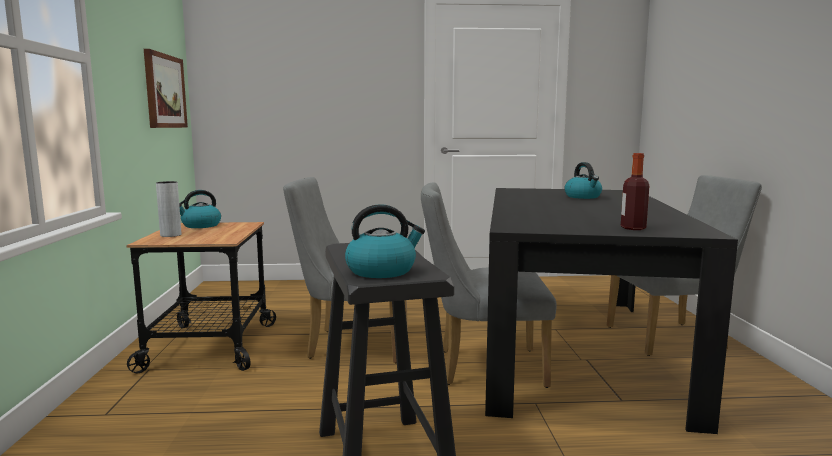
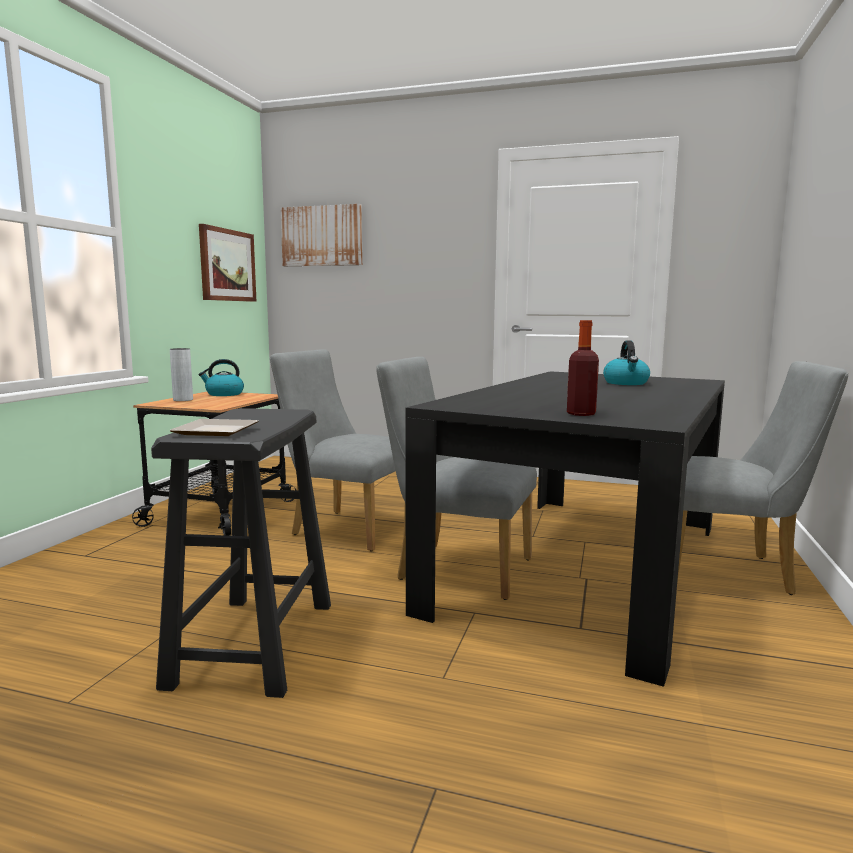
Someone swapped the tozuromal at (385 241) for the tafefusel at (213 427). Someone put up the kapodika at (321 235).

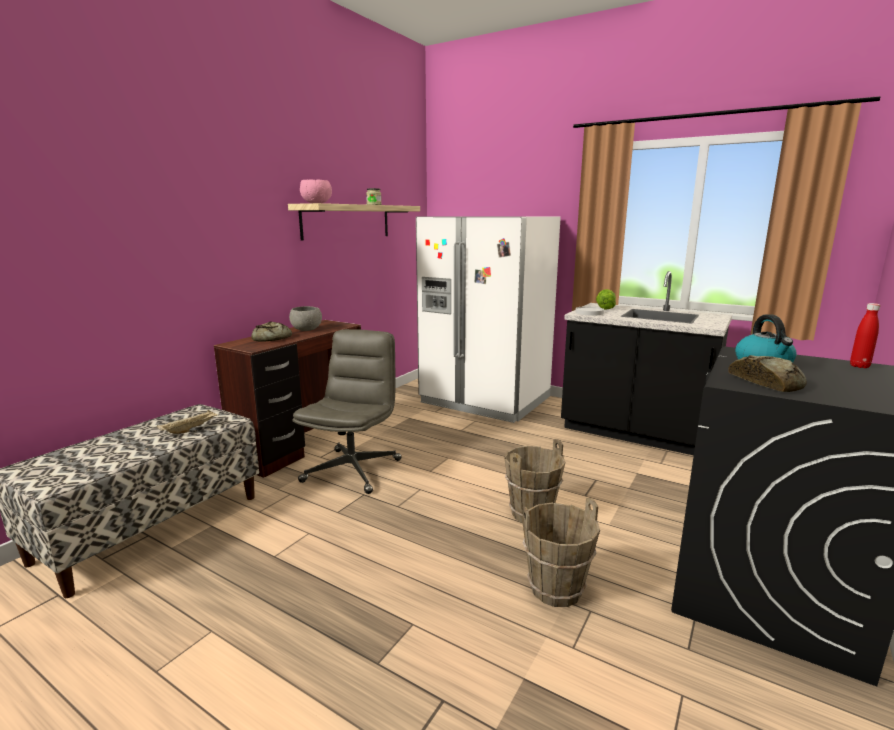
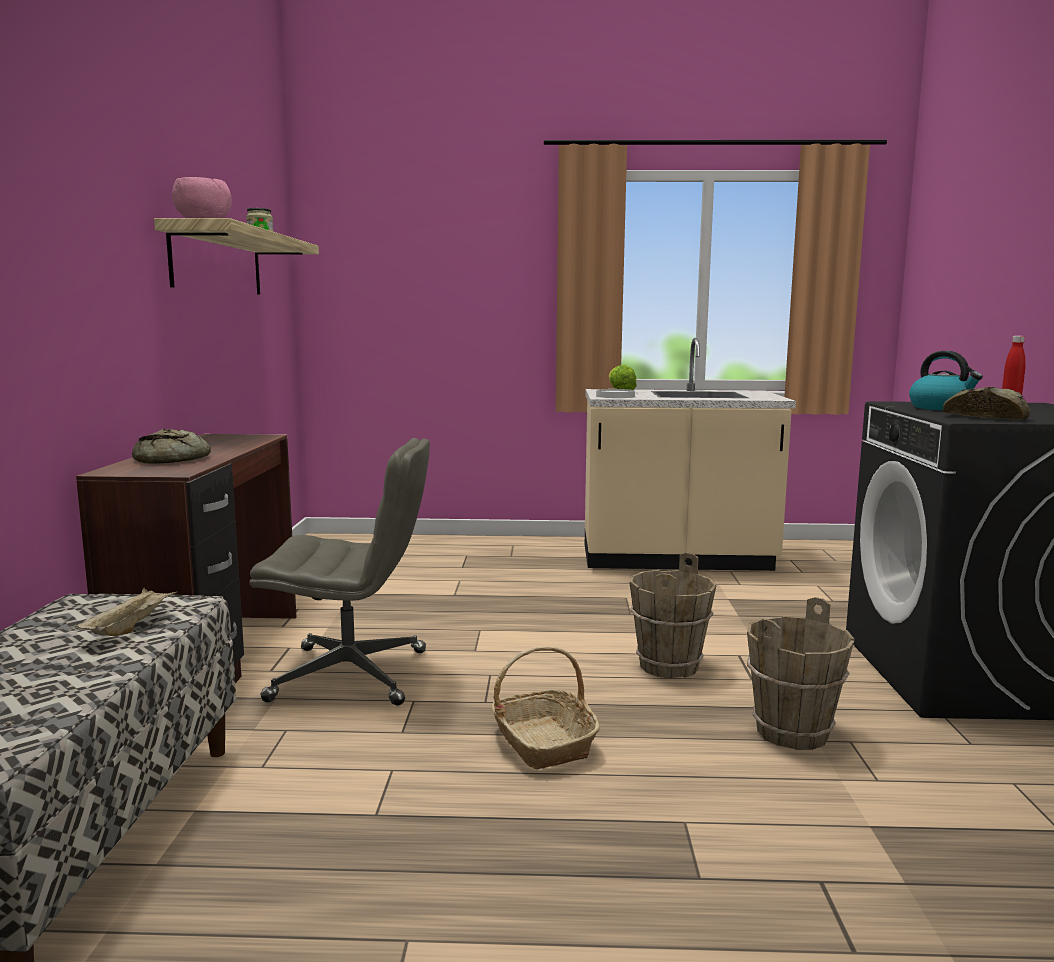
Someone rotated the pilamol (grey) at (346 411) by 105 degrees clockwise. Someone put down the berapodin at (545 708). Someone repainted the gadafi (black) at (646 363), which became the gadafi (beige) at (690 454). Someone took away the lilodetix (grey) at (305 318). Someone took away the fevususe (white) at (488 319).

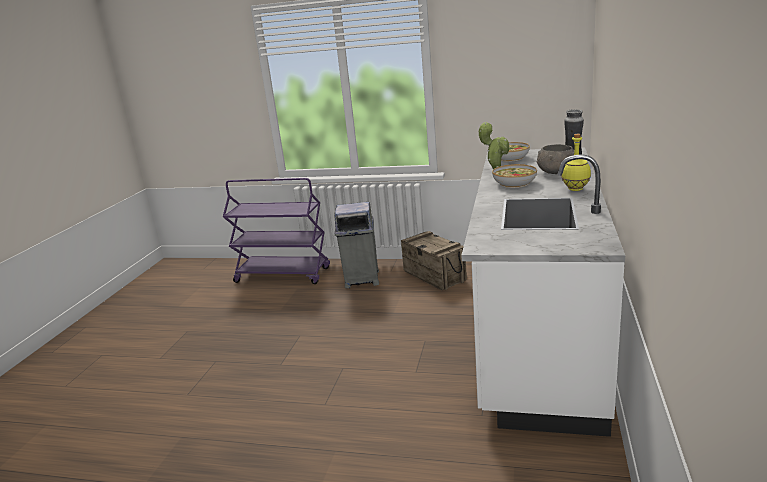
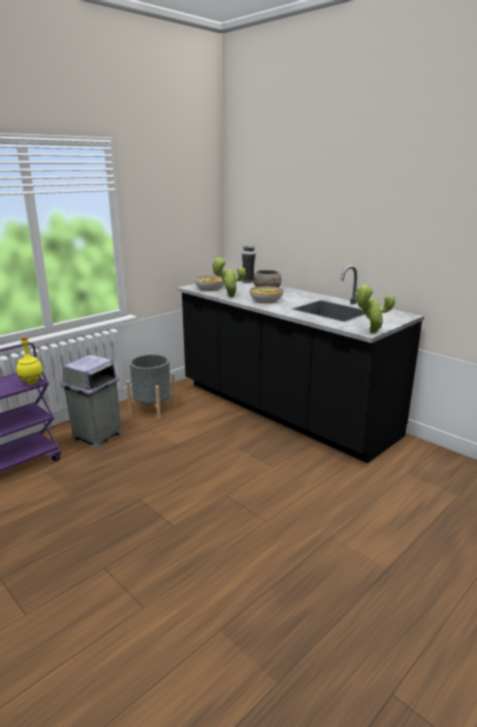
Someone carried the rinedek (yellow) from (576 162) to (29 360). Someone swapped the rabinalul at (434 260) for the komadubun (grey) at (151 387). Someone repainted the gadafi (white) at (543 292), which became the gadafi (black) at (300 364). Someone put down the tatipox at (375 309).

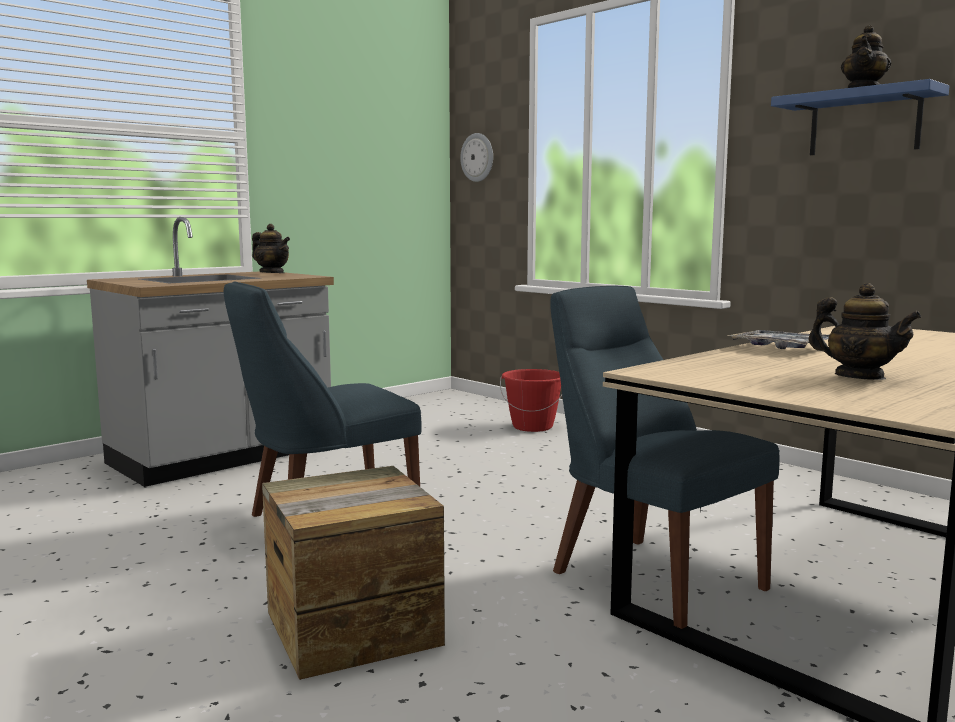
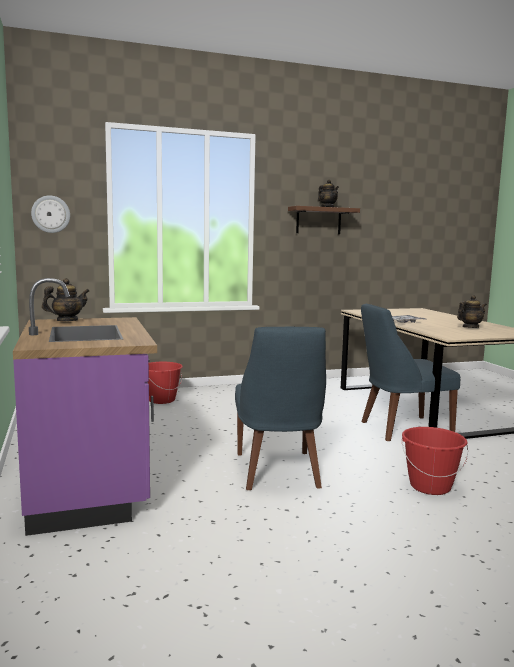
Someone repainted the gadafi (grey) at (210 352), which became the gadafi (purple) at (85 407). Someone repainted the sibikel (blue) at (860 117), which became the sibikel (brown) at (324 220). Someone swapped the rabinalul at (353 573) for the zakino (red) at (434 461).

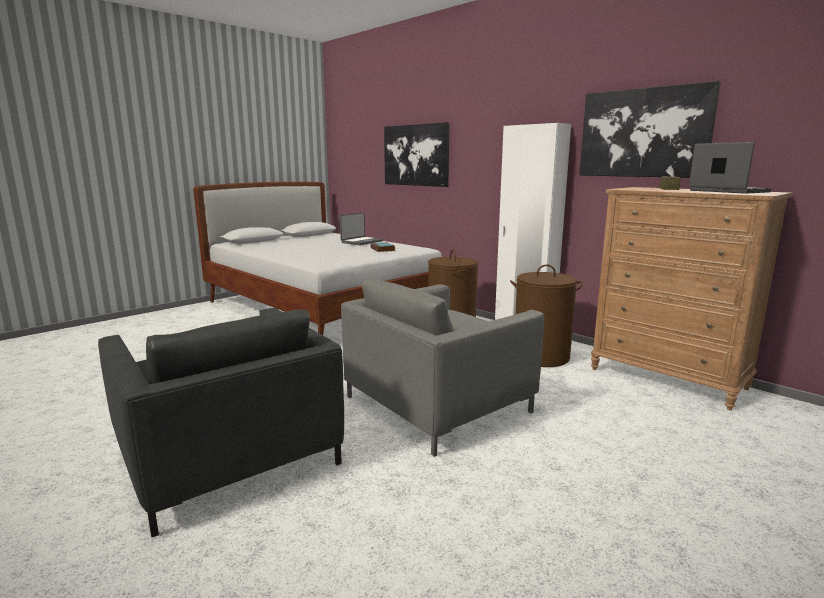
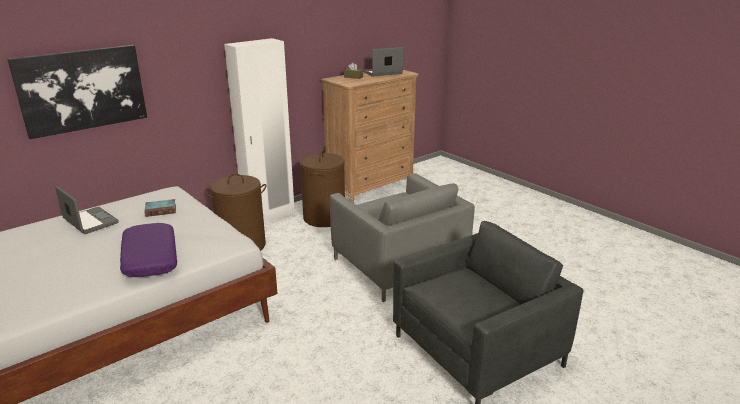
Someone put down the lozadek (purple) at (148 250). Someone took away the kapodika at (650 129).

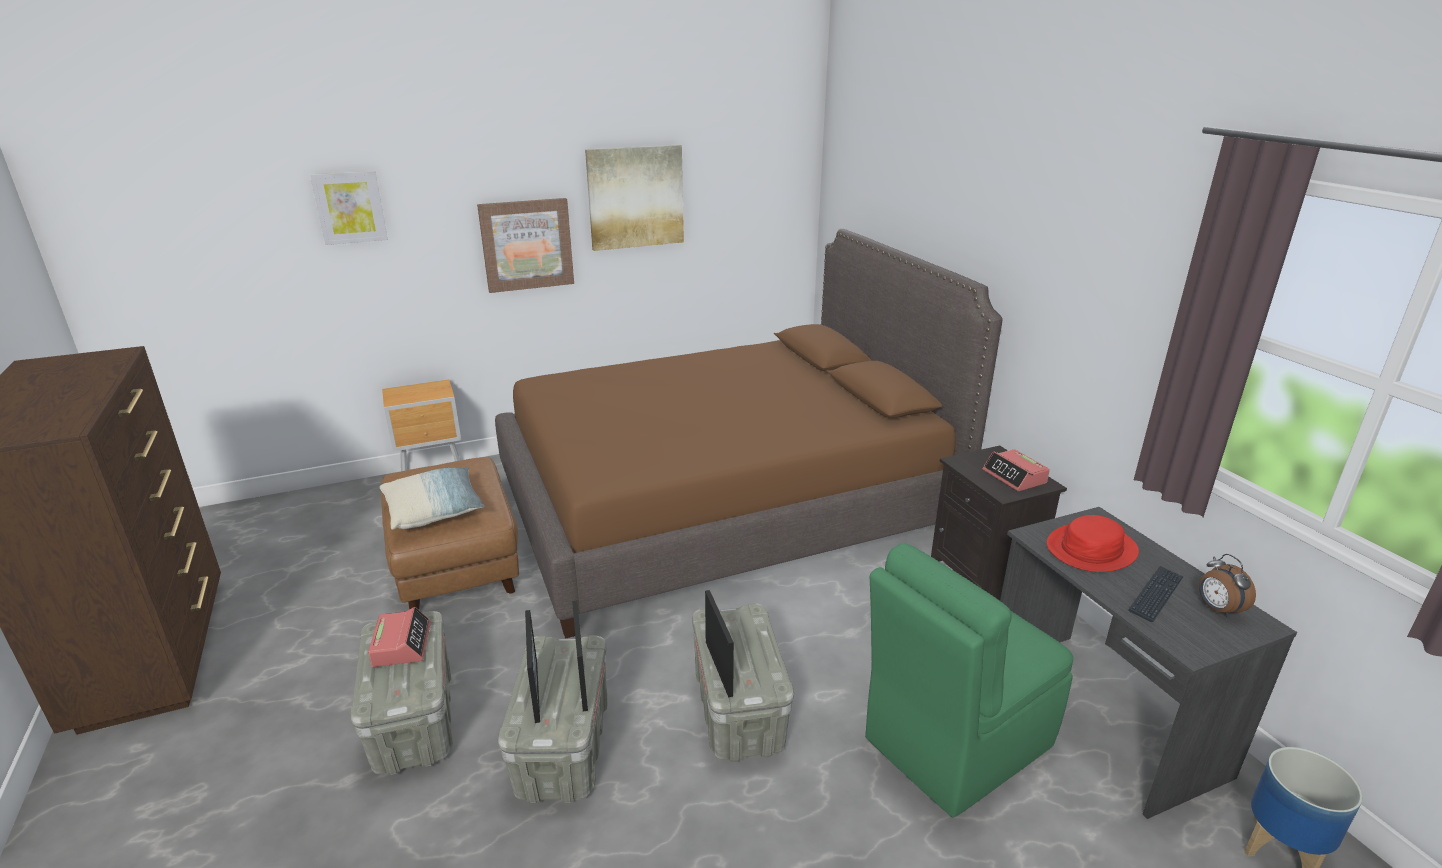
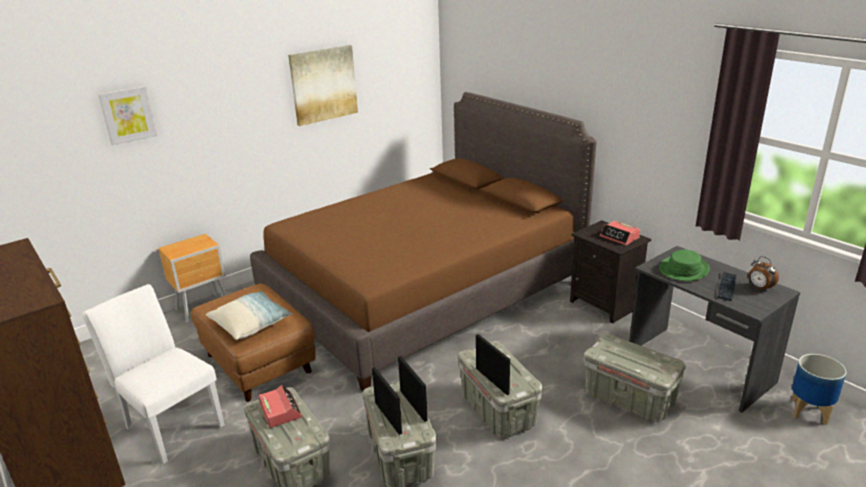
Someone put down the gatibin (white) at (153 374). Someone swapped the gatibin (green) at (969 680) for the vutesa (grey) at (635 378). Someone repainted the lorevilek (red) at (1093 543), which became the lorevilek (green) at (684 265). Someone took away the kapodika at (525 245).

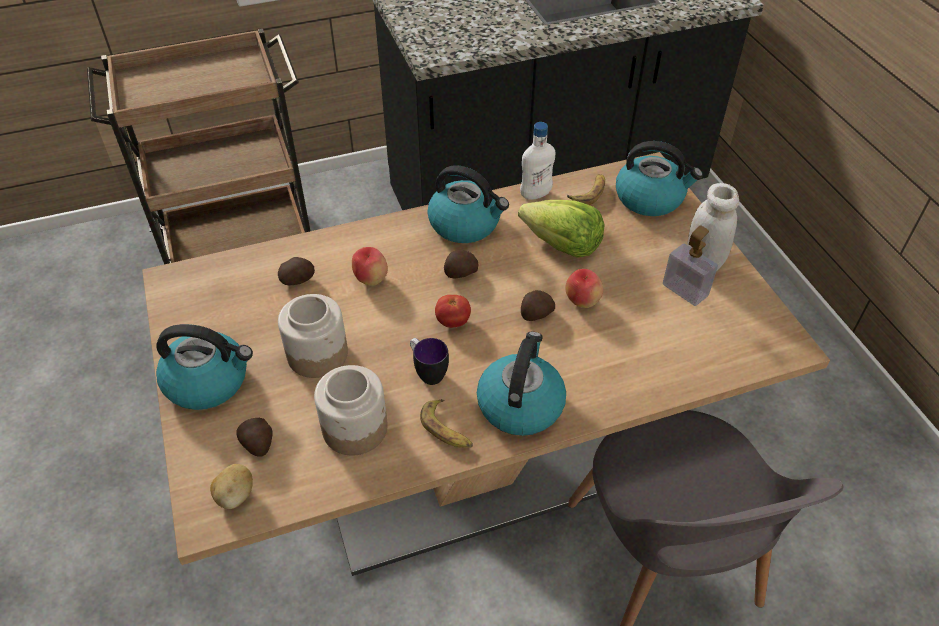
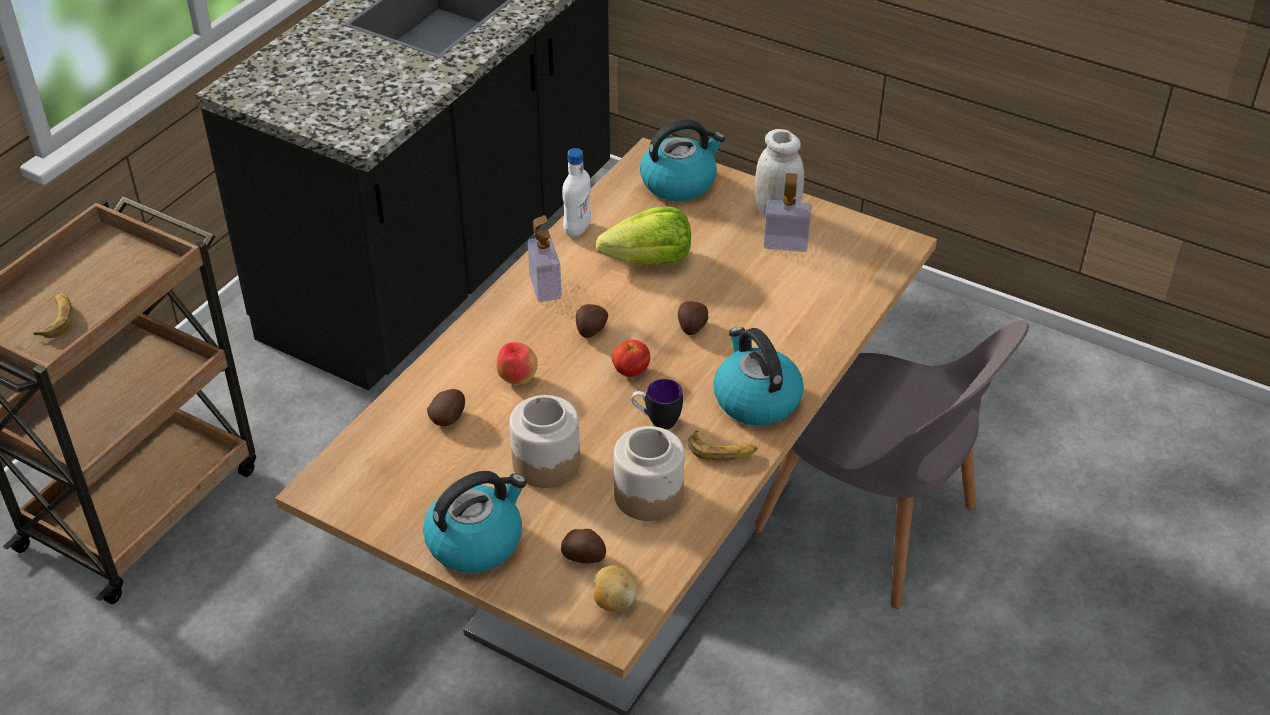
Someone carried the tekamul from (586 189) to (53 315). Someone swapped the tozuromal at (468 204) for the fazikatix at (544 258). Someone took away the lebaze at (584 288).

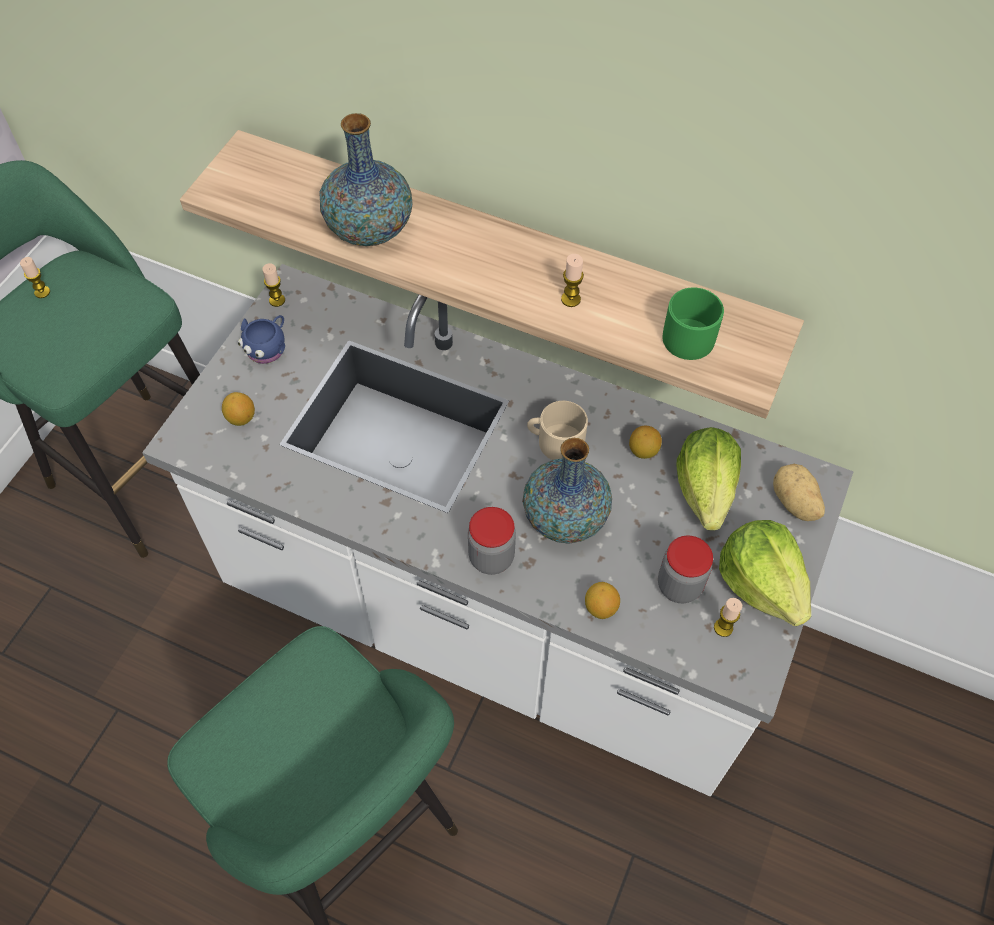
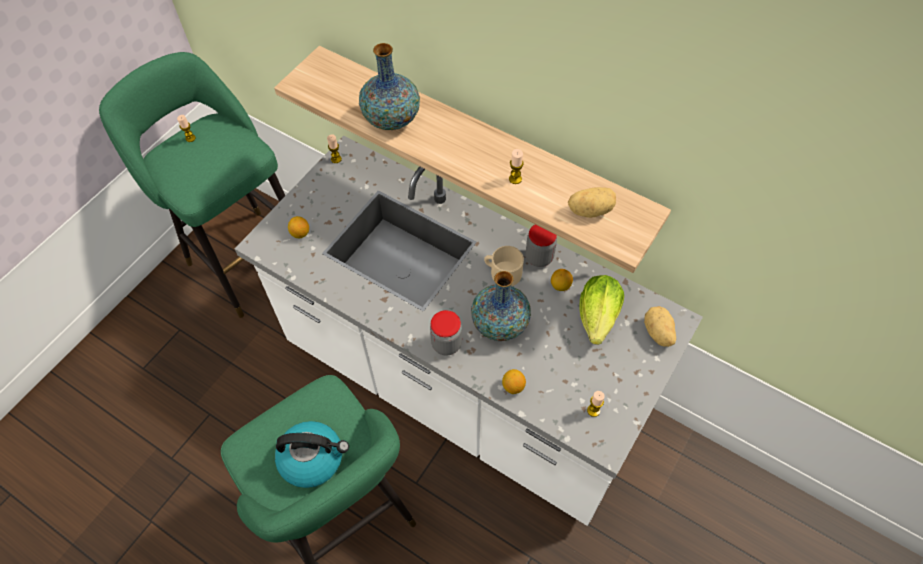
Someone put down the tozuromal at (312 454). Someone carried the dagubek from (685 569) to (541 245). Someone swapped the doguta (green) at (693 324) for the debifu at (592 202). Someone took away the doguta (blue) at (261 339). Someone took away the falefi at (765 573).

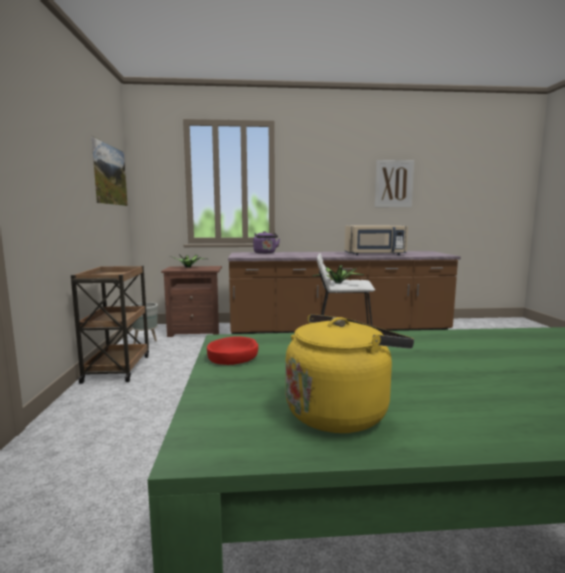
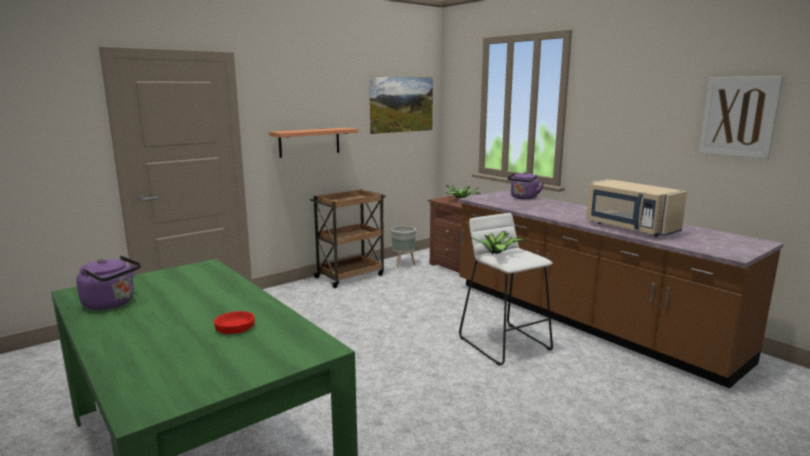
Someone repainted the tozuromal (yellow) at (350 373), which became the tozuromal (purple) at (108 283). Someone carried the lilodetix (red) from (232 350) to (234 322). Someone put up the sibikel at (313 143).

